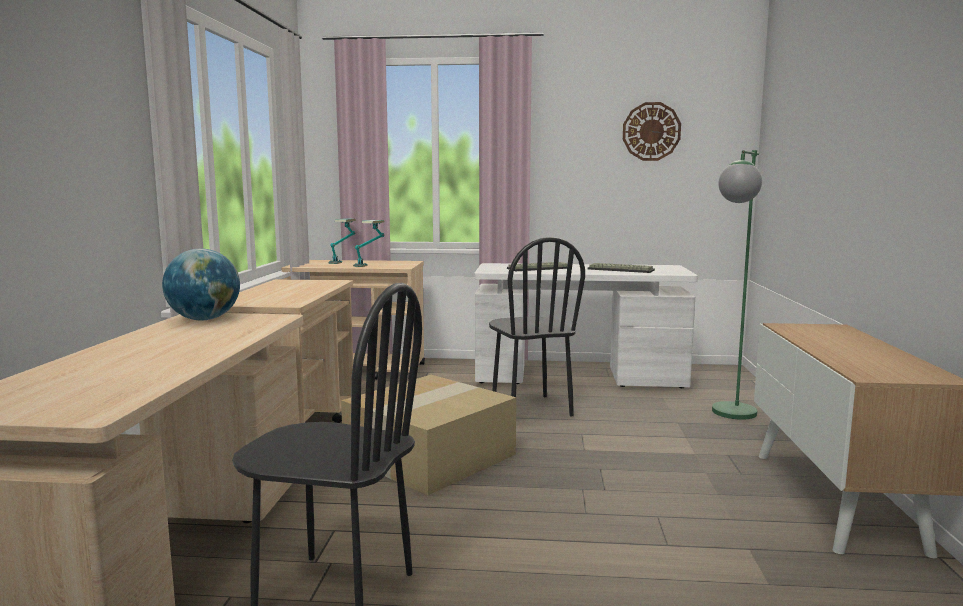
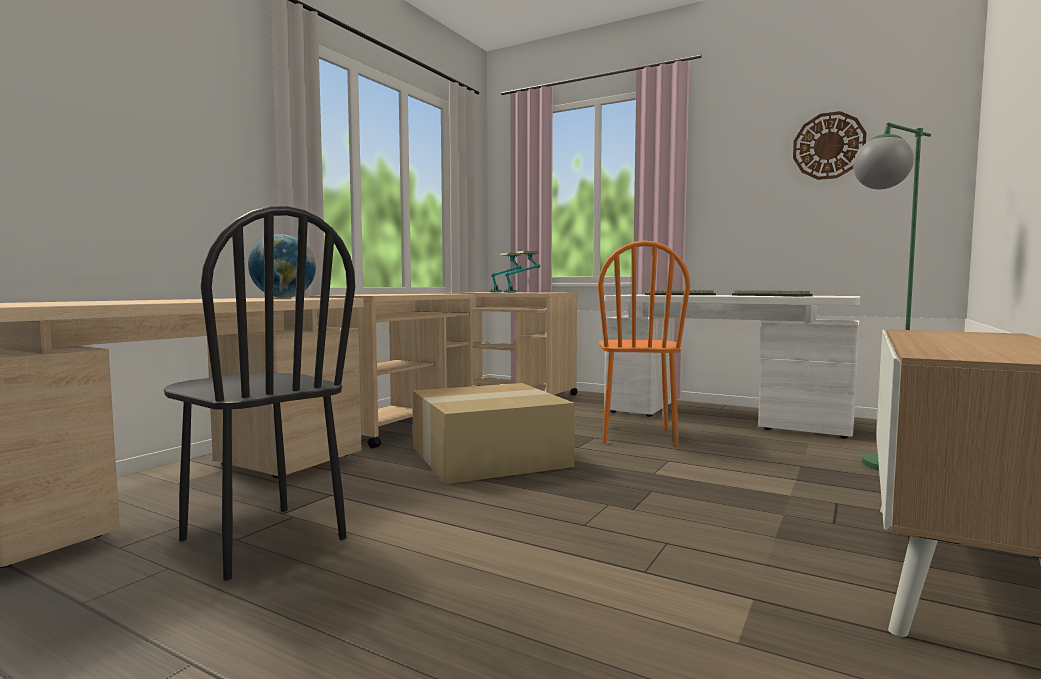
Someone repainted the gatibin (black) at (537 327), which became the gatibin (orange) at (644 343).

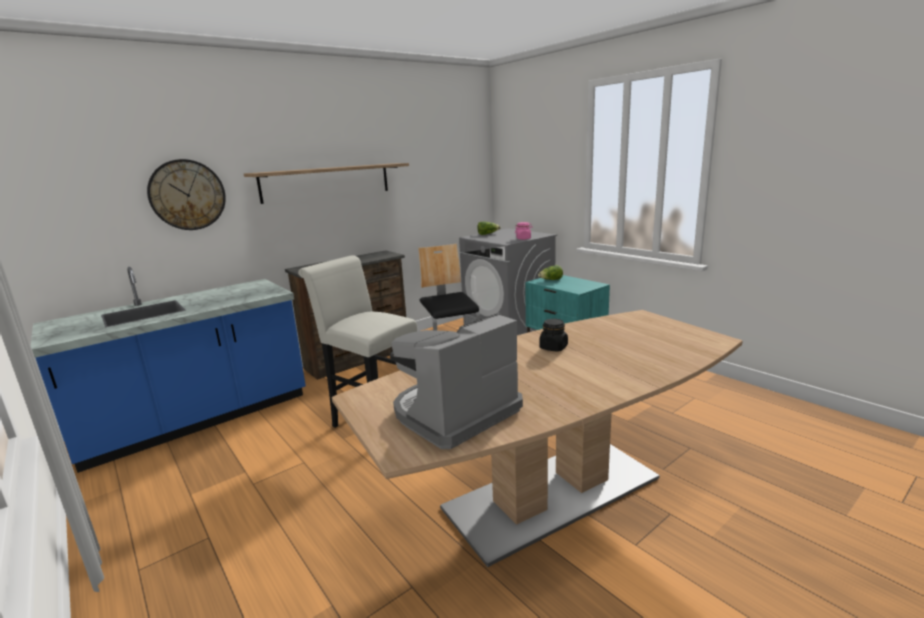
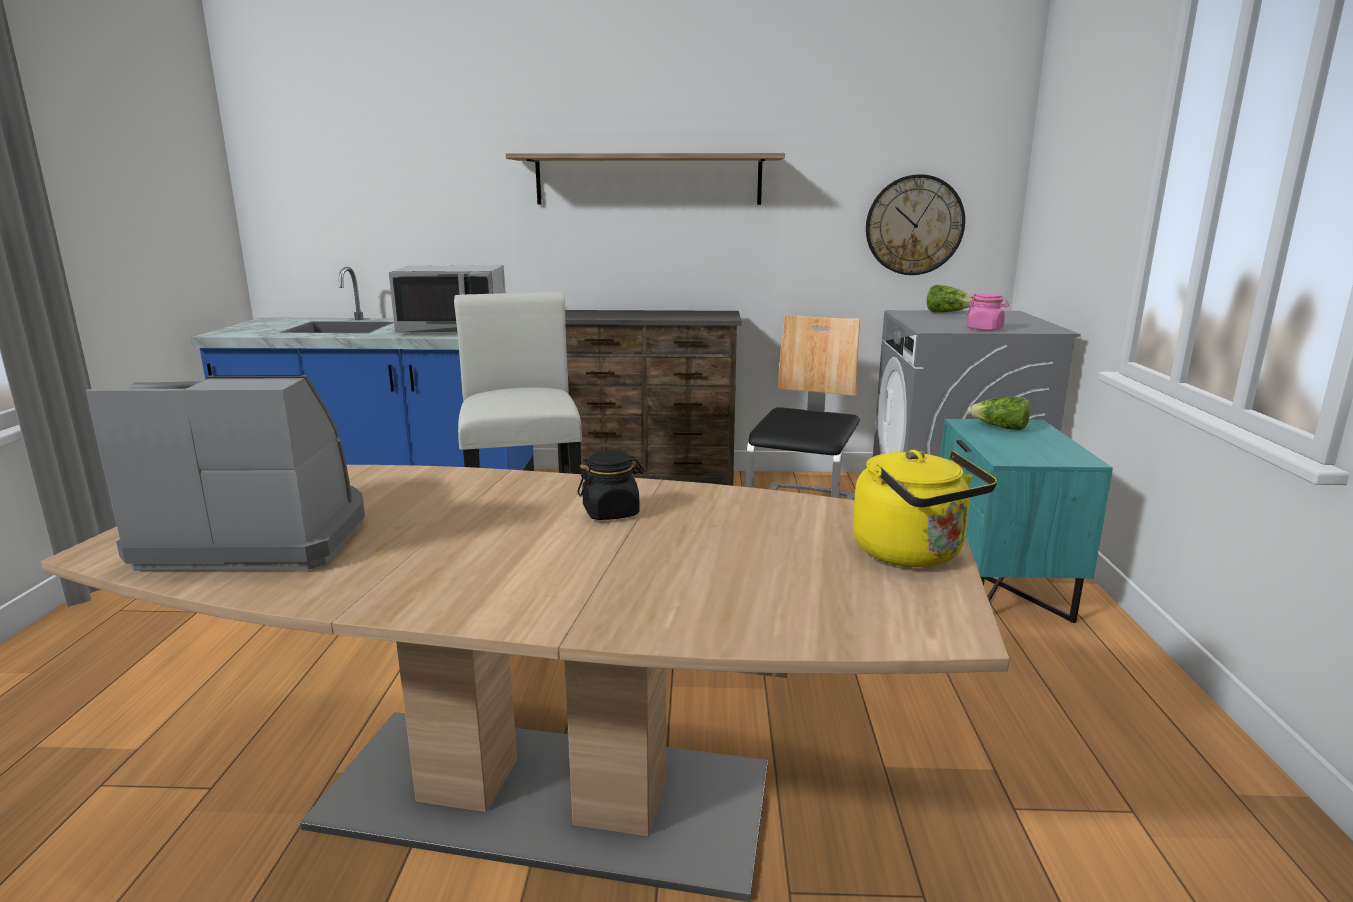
Someone put down the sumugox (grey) at (447 299). Someone put down the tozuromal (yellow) at (925 508). Someone carried the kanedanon from (186 194) to (915 224).

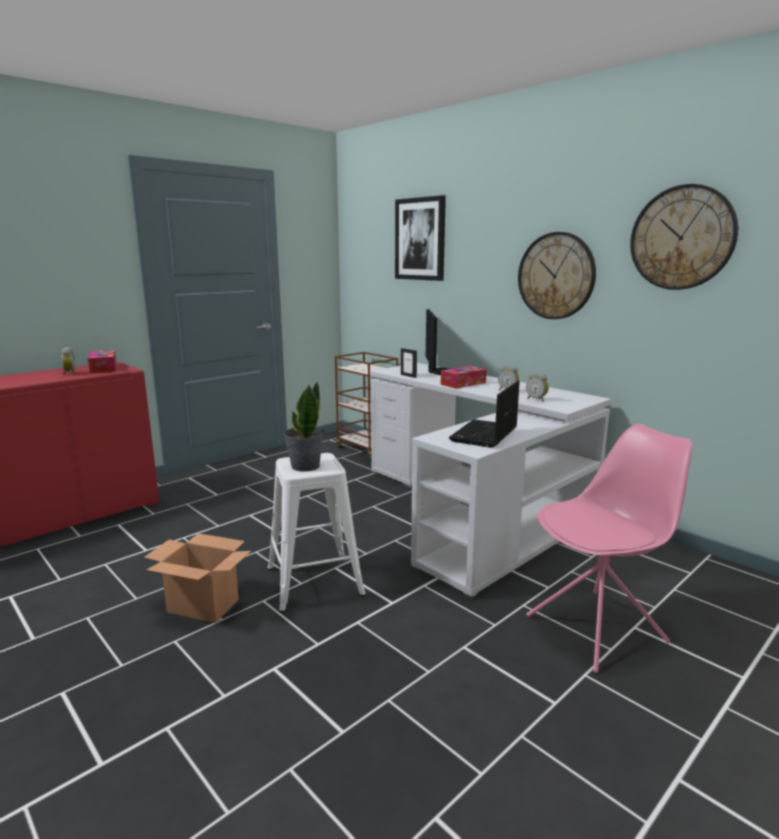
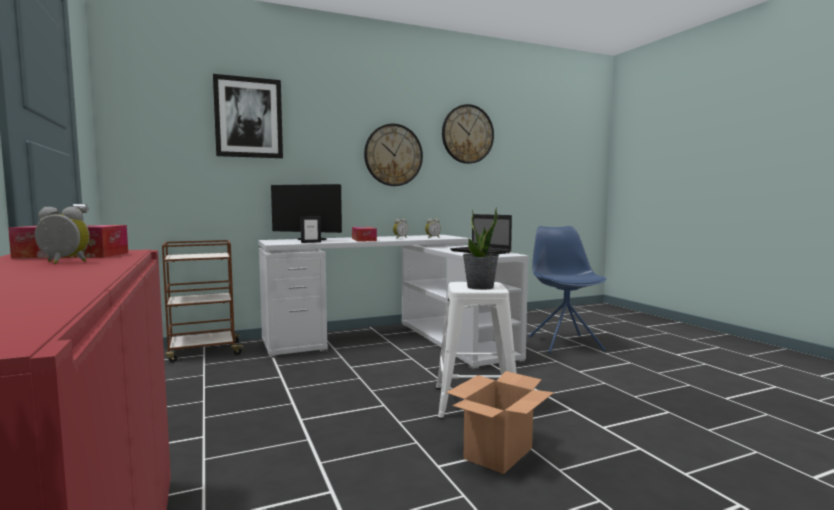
Someone repainted the gatibin (pink) at (609 548), which became the gatibin (blue) at (567 289).

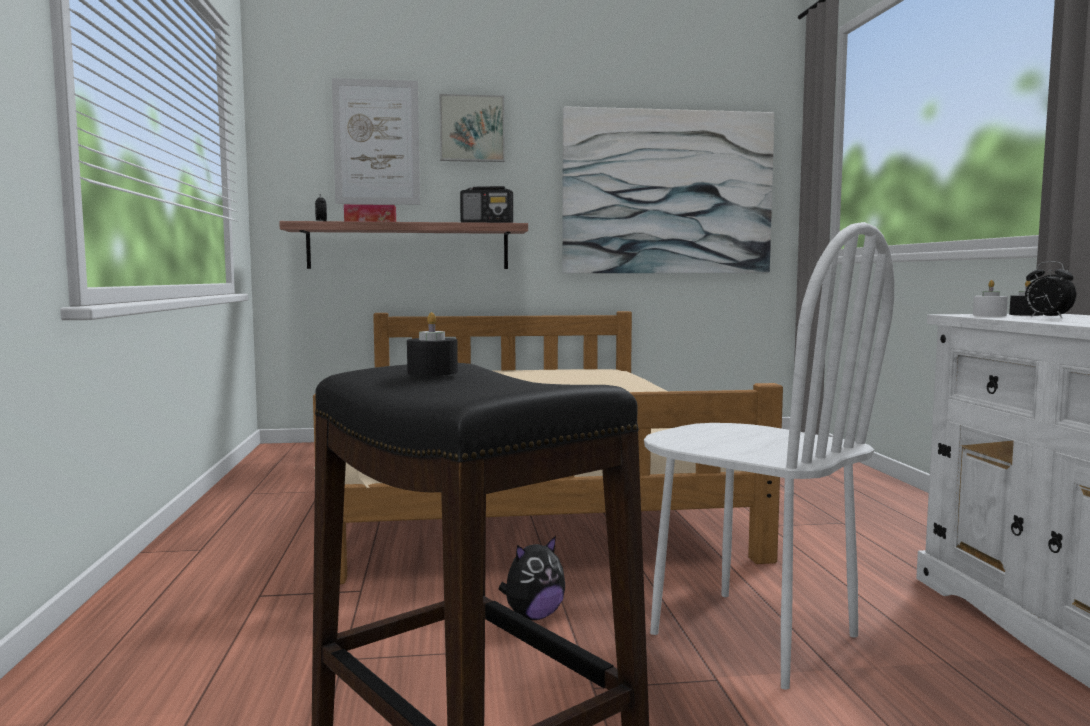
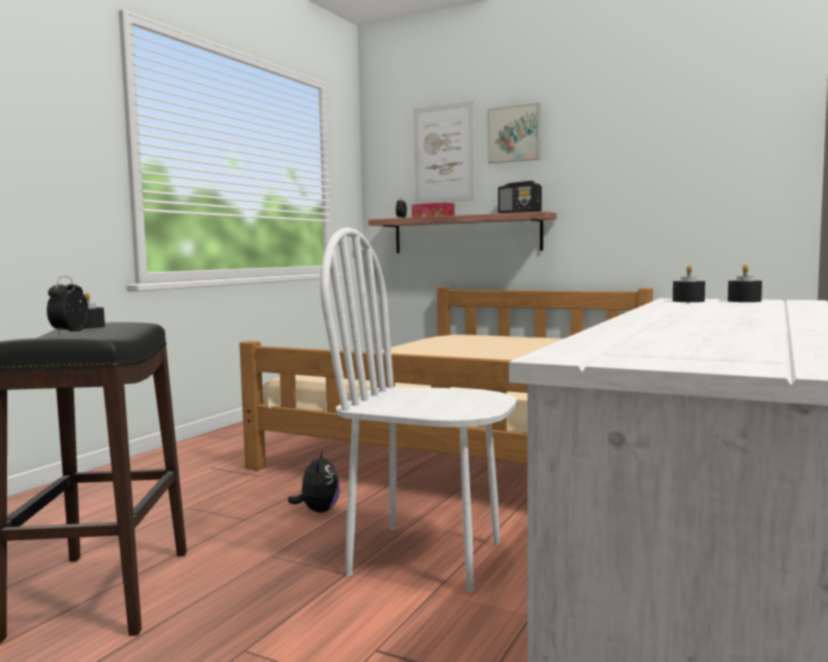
Someone carried the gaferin from (1050 289) to (67 305). Someone rotated the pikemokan at (532 578) by 90 degrees counterclockwise. Someone rotated the gatibin (white) at (769 456) by 120 degrees clockwise. Someone repainted the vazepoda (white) at (990 298), which became the vazepoda (black) at (689 283). Someone took away the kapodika at (668 189).

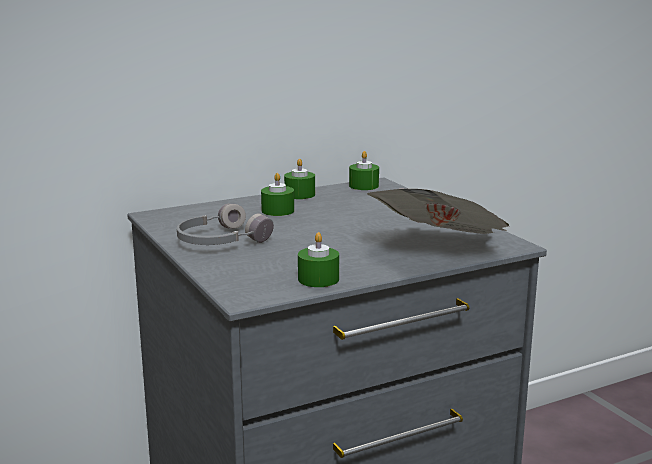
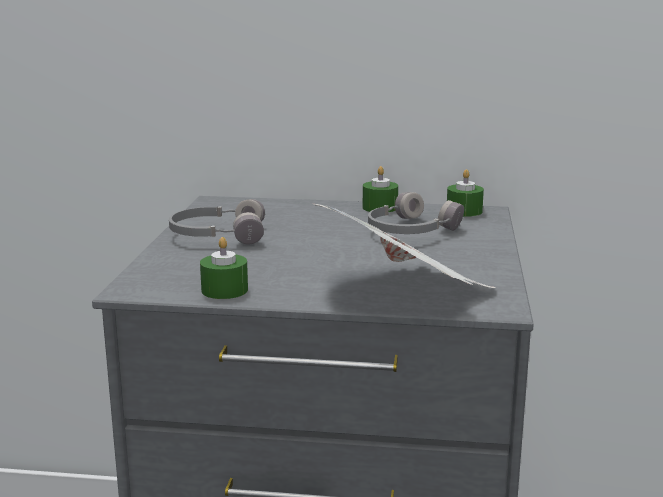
Someone put down the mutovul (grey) at (416 213). Someone took away the vazepoda (green) at (277 194).

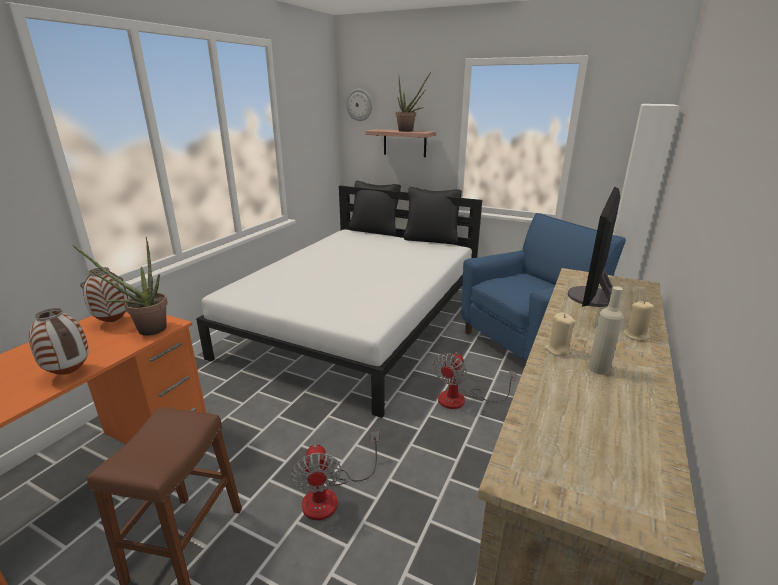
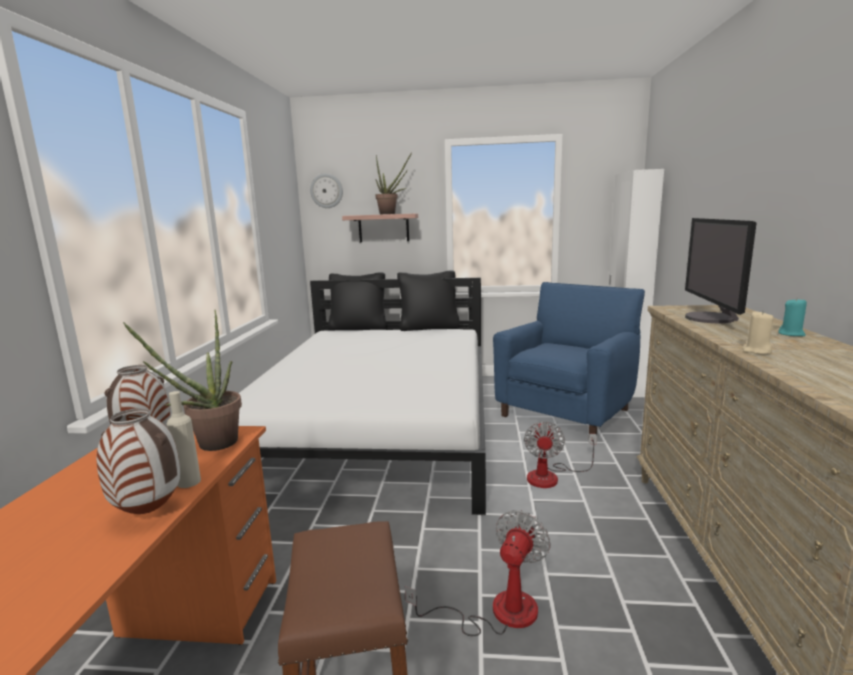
Someone carried the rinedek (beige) from (605 330) to (183 439). Someone rotated the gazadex at (335 475) by 120 degrees counterclockwise. Someone repainted the vazepoda (beige) at (638 321), which became the vazepoda (turquoise) at (793 317).

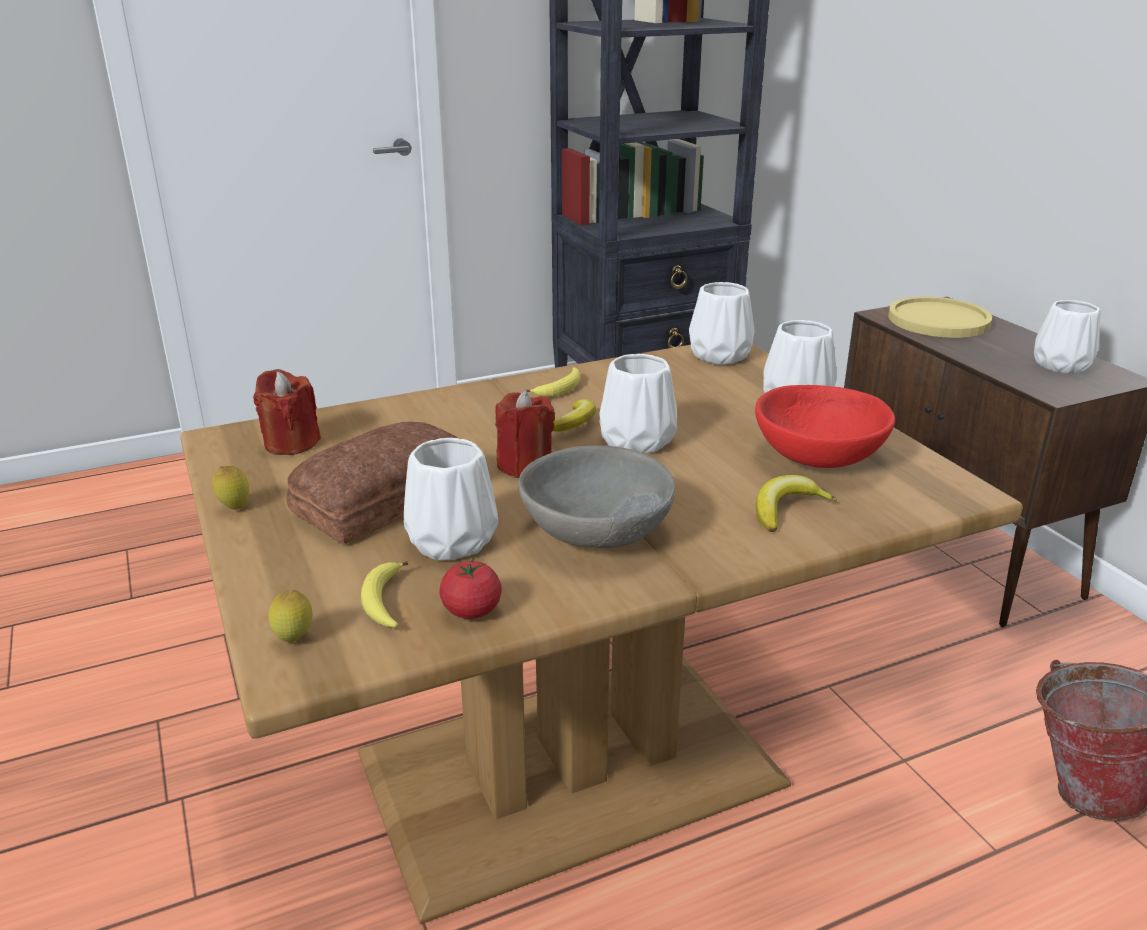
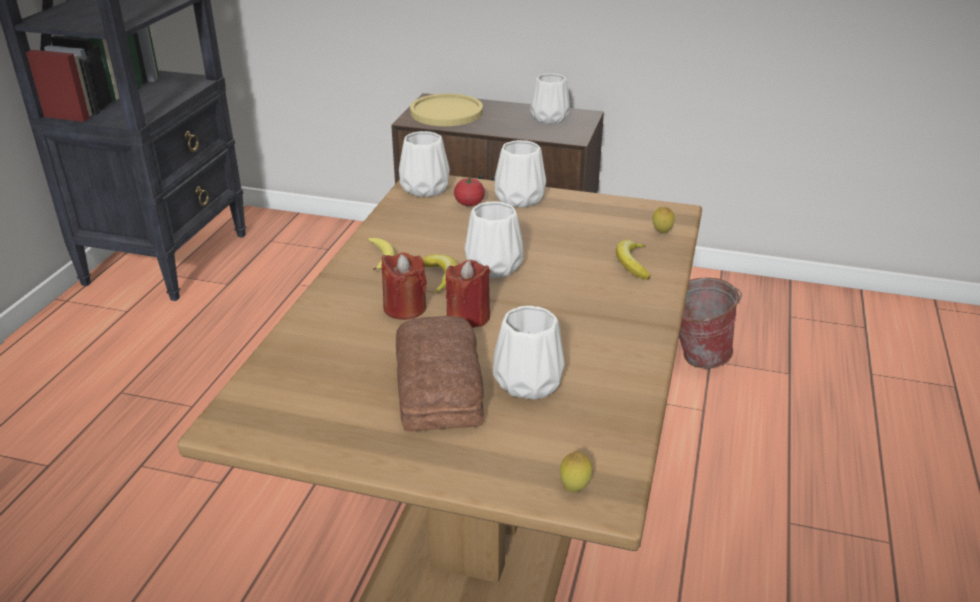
Someone carried the vazepoda (red) from (287 412) to (404 286). Someone carried the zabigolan from (471 588) to (469 191). Someone carried the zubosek from (230 487) to (664 220). Someone took away the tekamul at (384 594). Someone took away the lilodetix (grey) at (596 497). Someone took away the lilodetix (red) at (825 426).

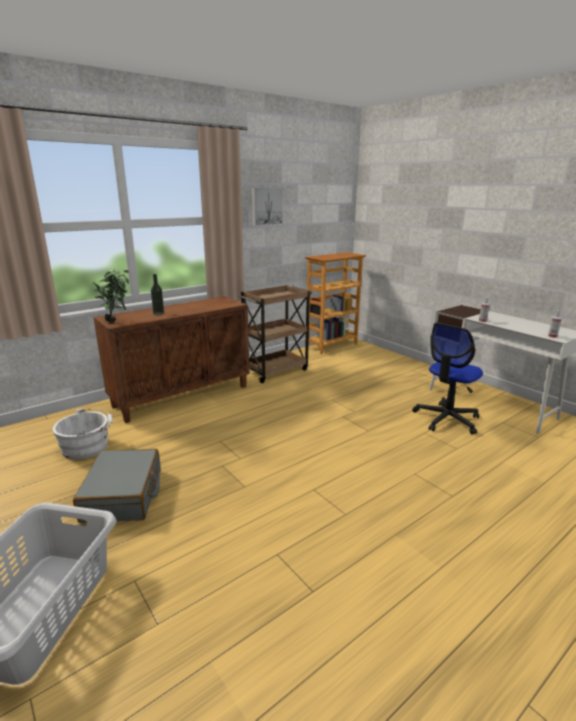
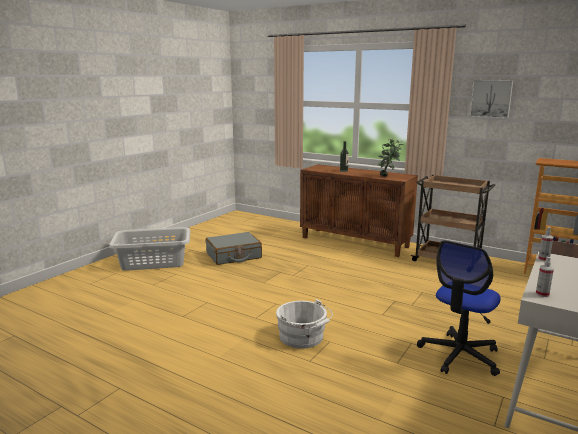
Someone carried the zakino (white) from (82 434) to (304 324). Someone carried the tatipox from (111 295) to (390 157). Someone rotated the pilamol at (447 378) by 75 degrees counterclockwise.

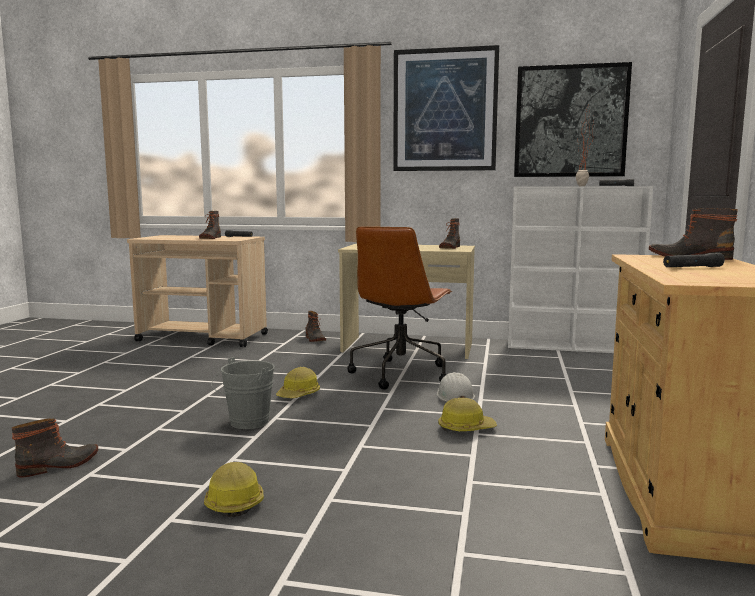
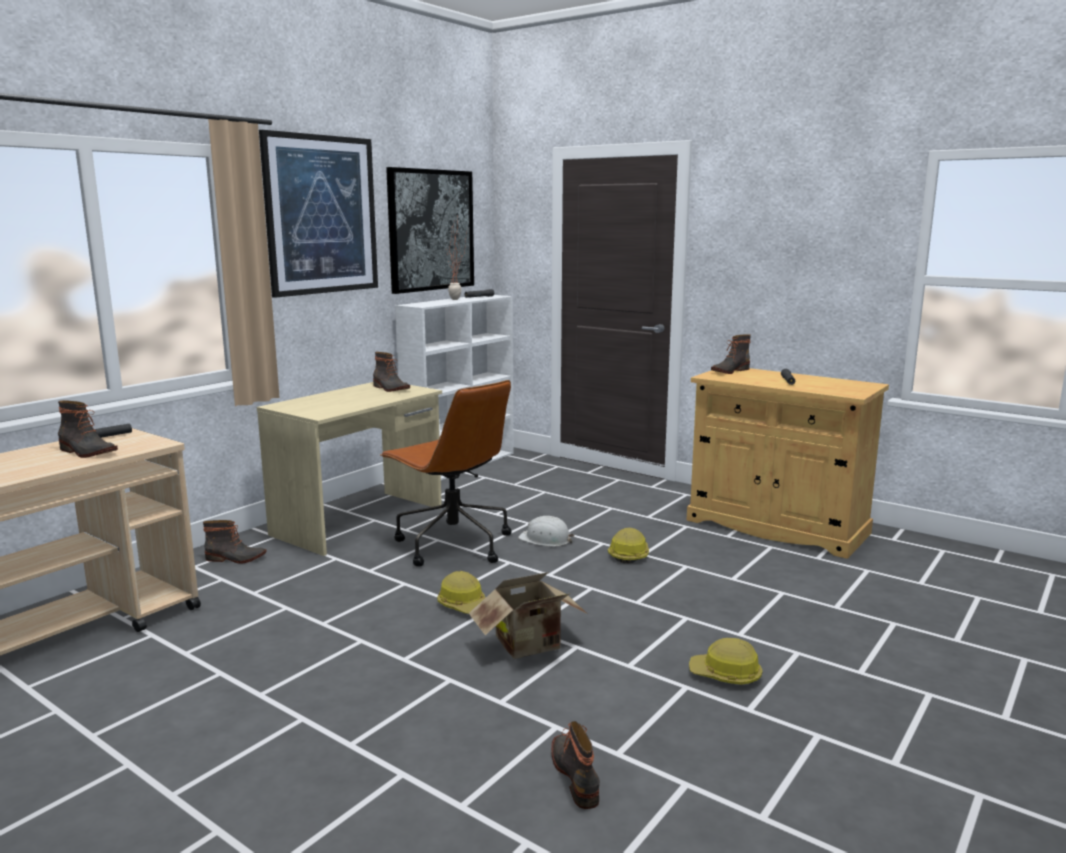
Someone swapped the zakino (grey) at (243 393) for the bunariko at (528 615).

